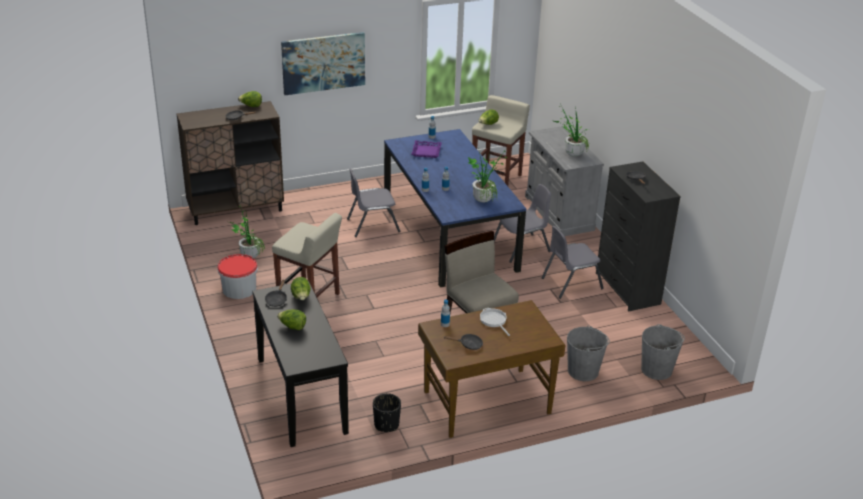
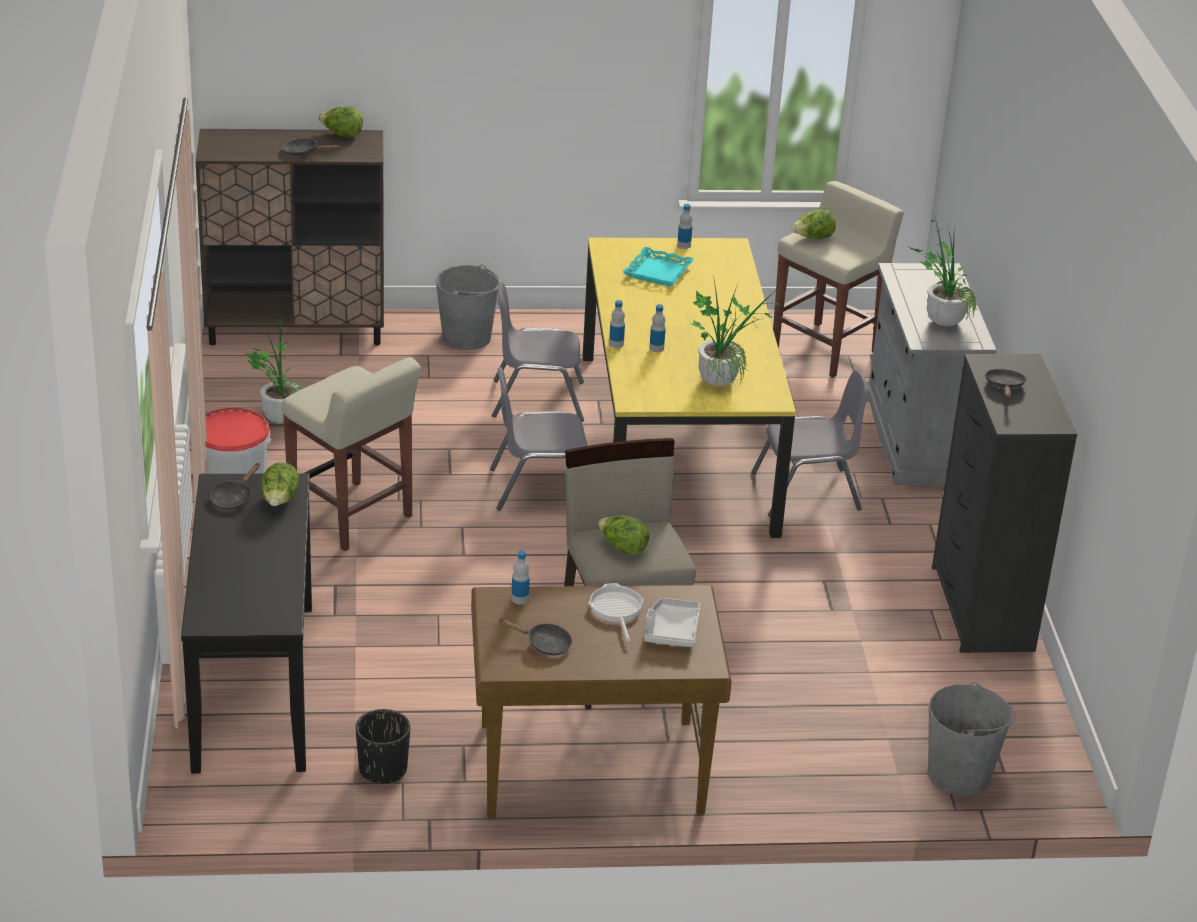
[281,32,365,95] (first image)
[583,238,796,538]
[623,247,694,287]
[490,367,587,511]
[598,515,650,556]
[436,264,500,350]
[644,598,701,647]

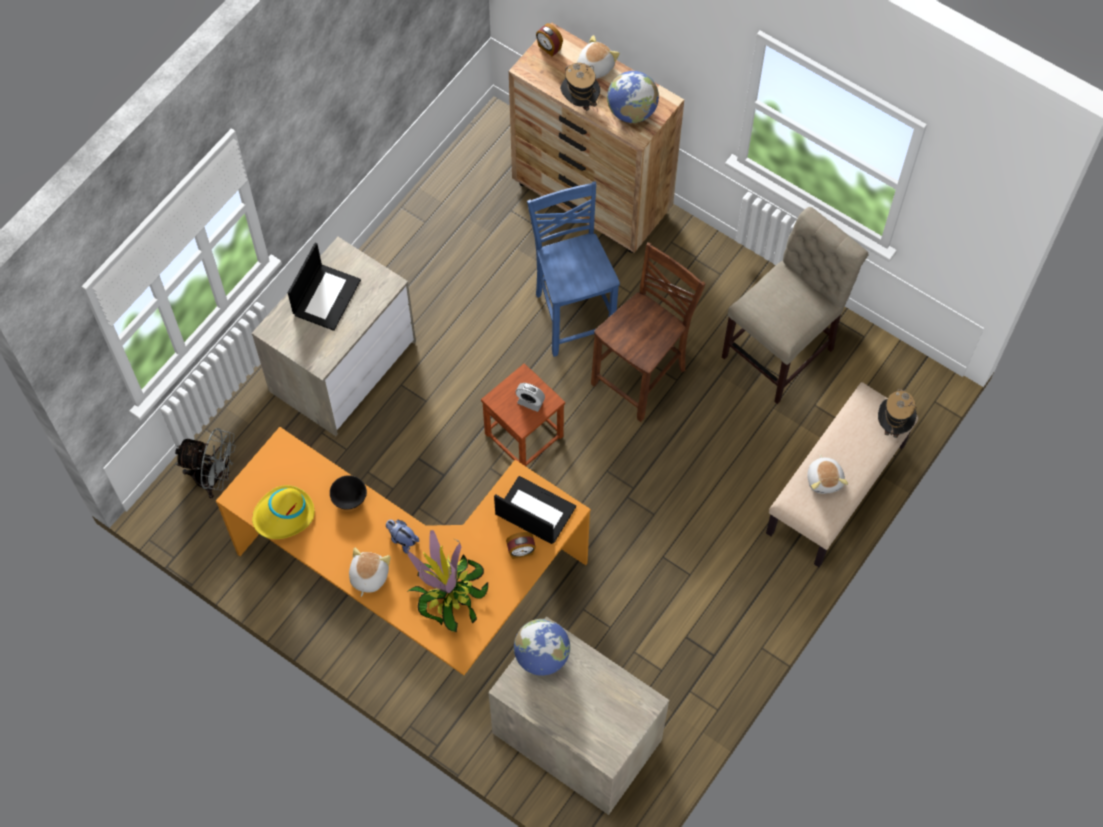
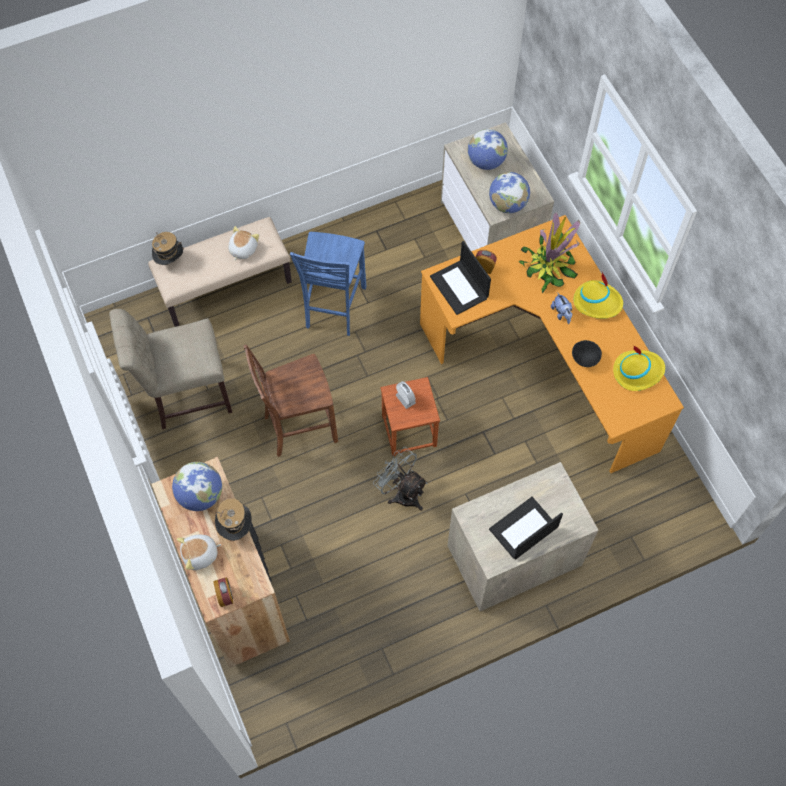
[290,232,366,336]
[373,447,428,511]
[574,272,623,319]
[468,129,508,170]

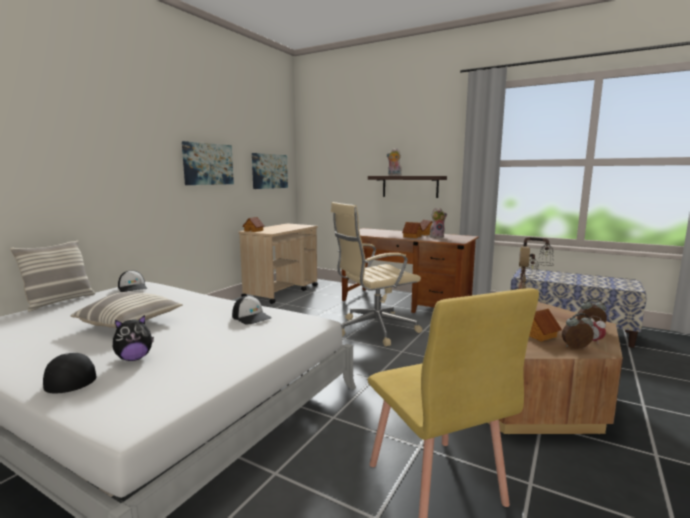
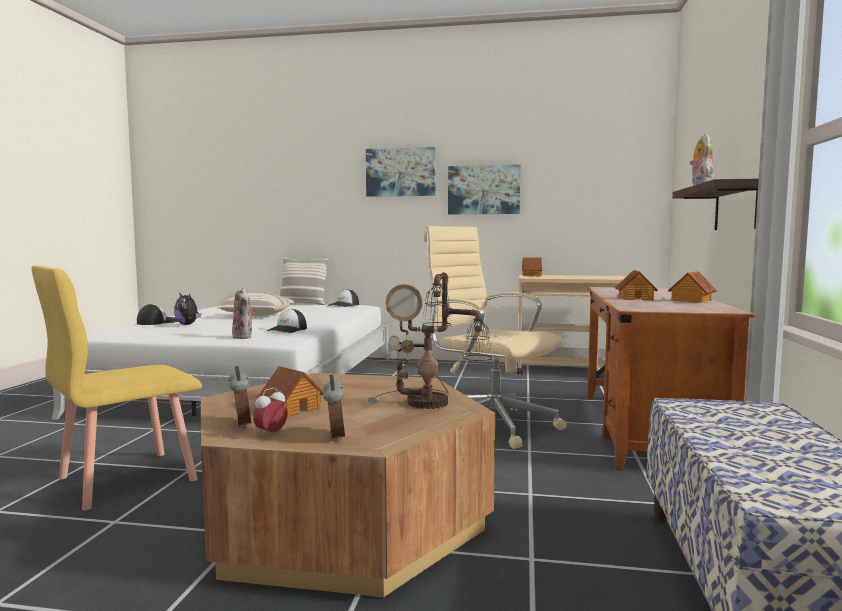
[366,147,436,197]
[232,287,255,339]

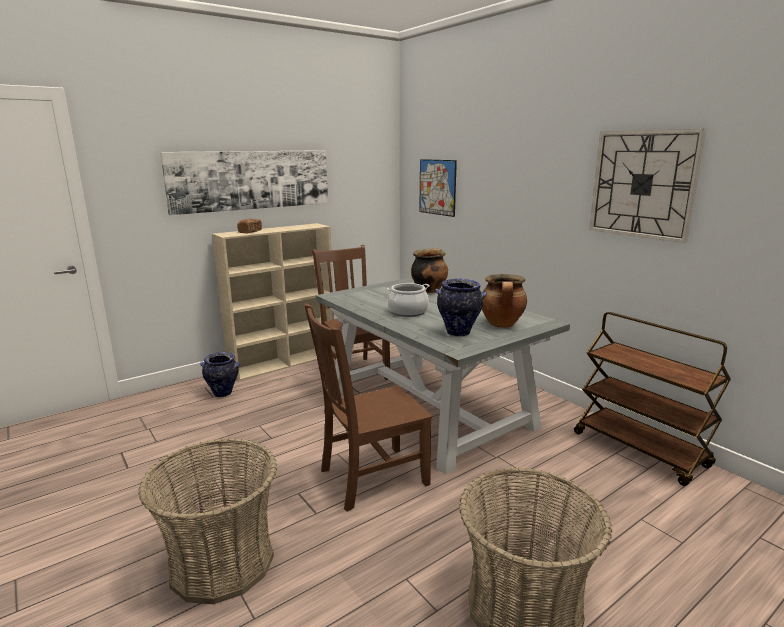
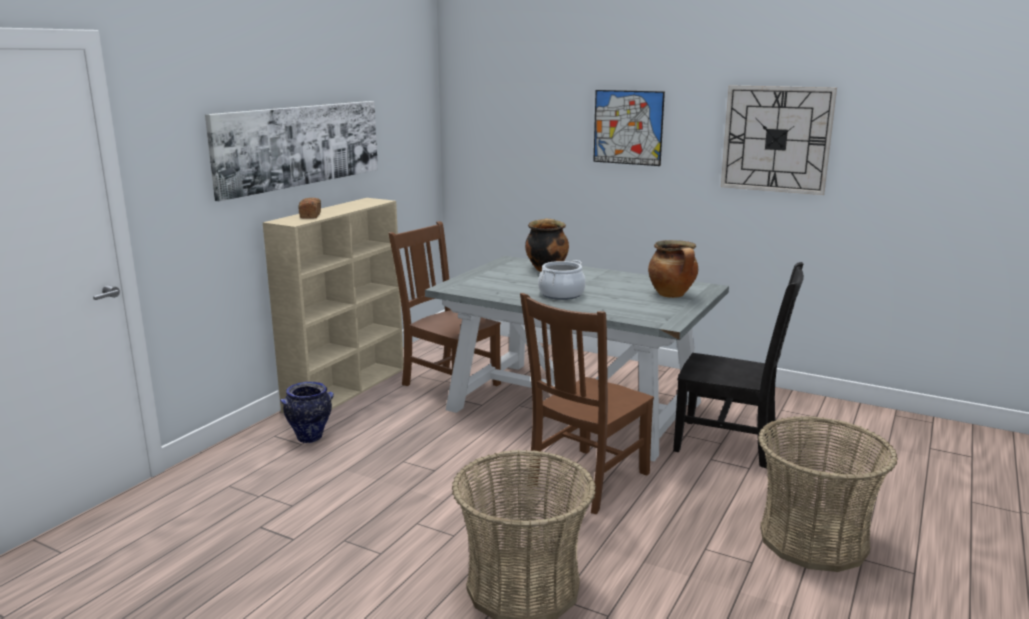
[593,90,665,166]
[435,279,487,337] (first image)
[574,312,731,486] (first image)
[673,262,804,469]

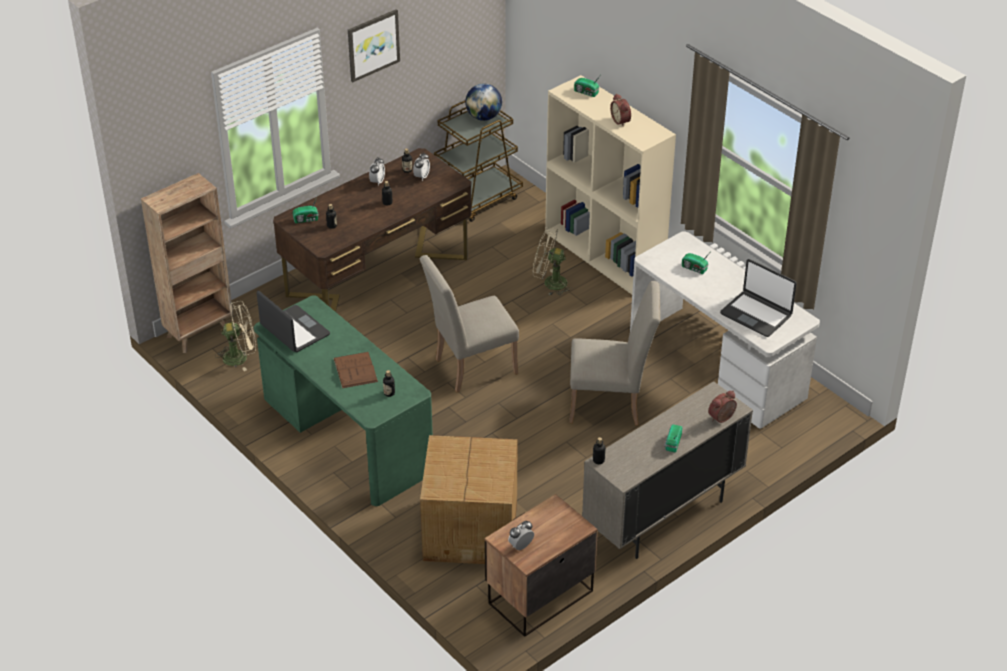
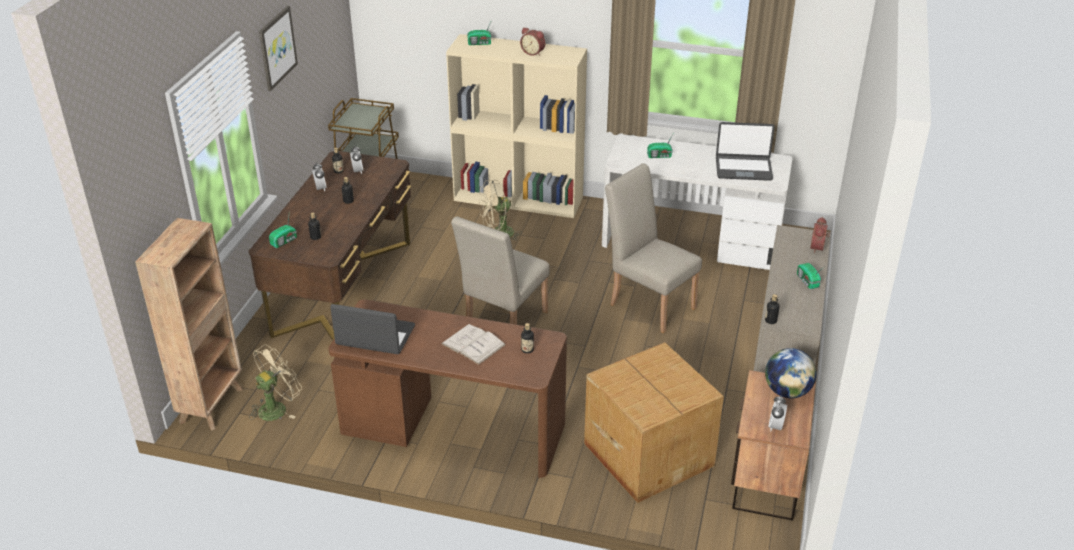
[765,348,817,398]
[605,163,702,333]
[328,299,567,478]
[441,324,506,365]

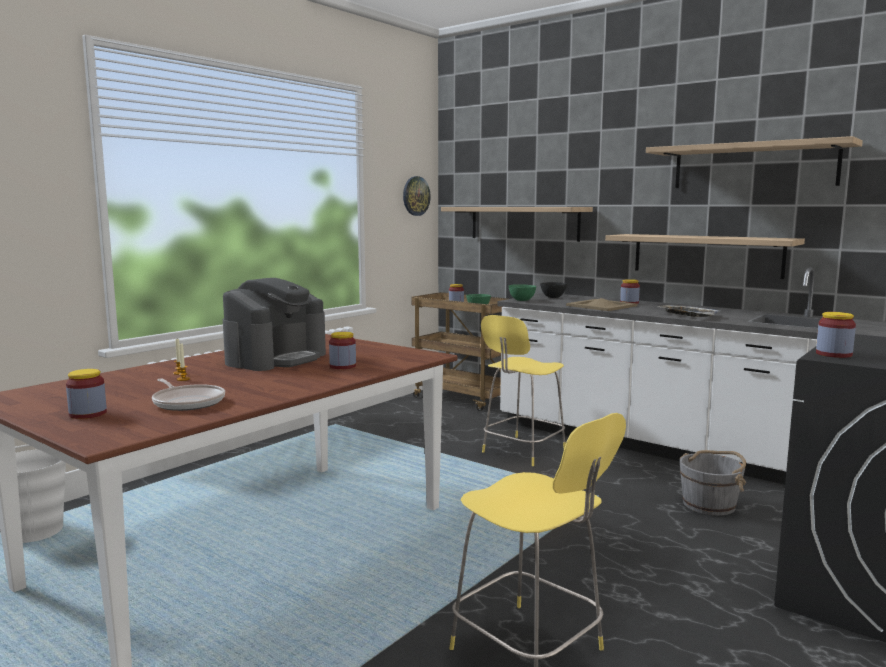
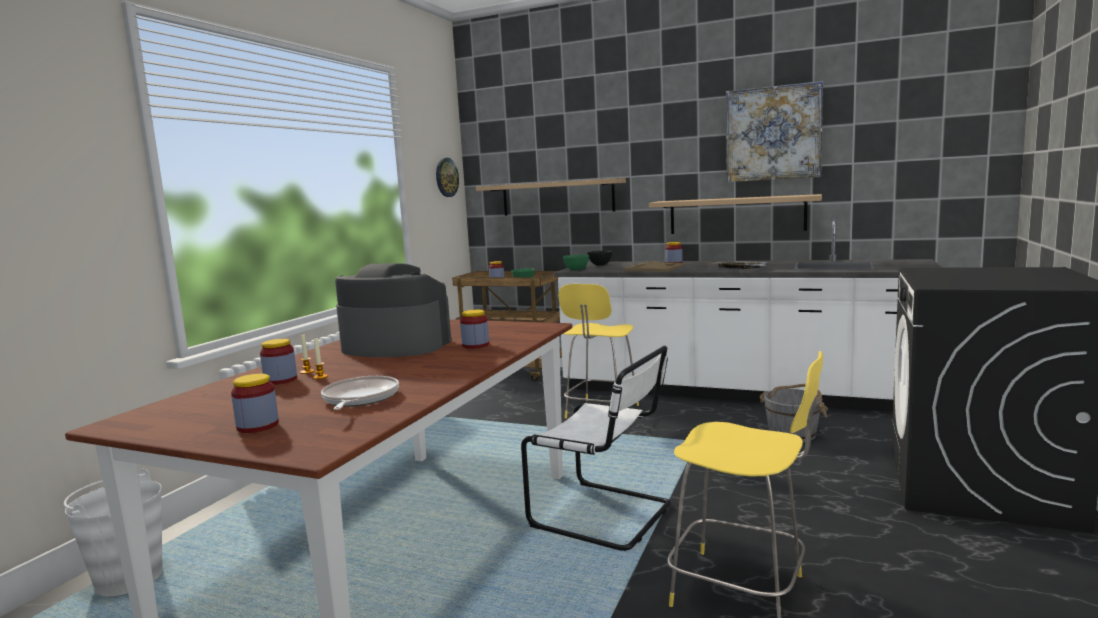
[726,81,823,182]
[335,263,451,357]
[260,339,297,385]
[321,376,399,410]
[521,346,671,551]

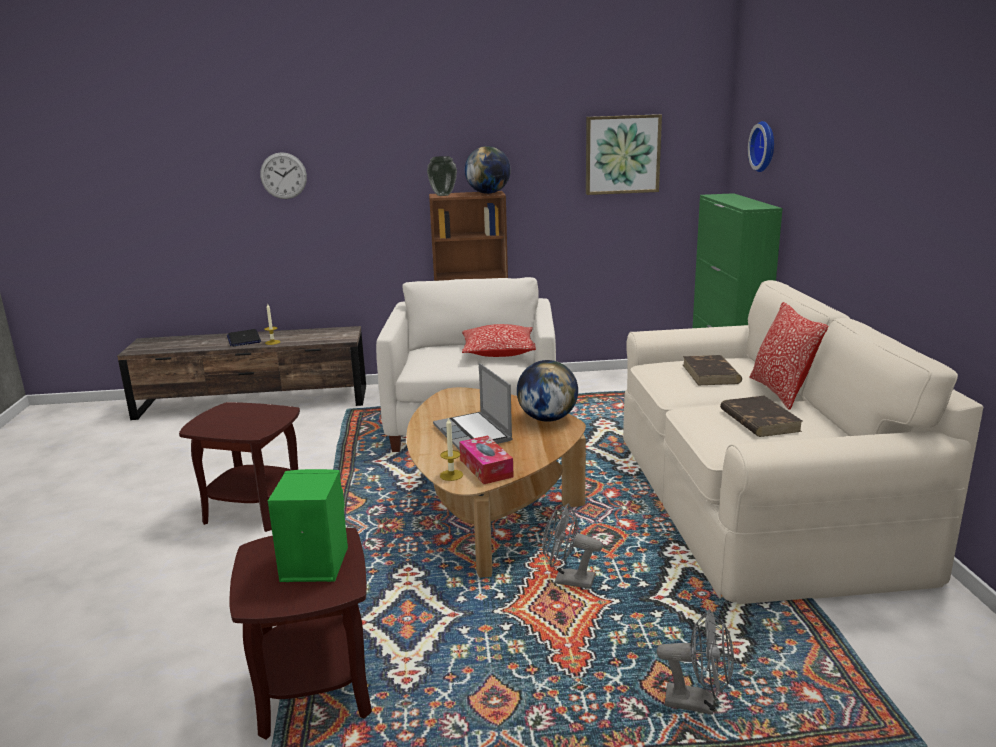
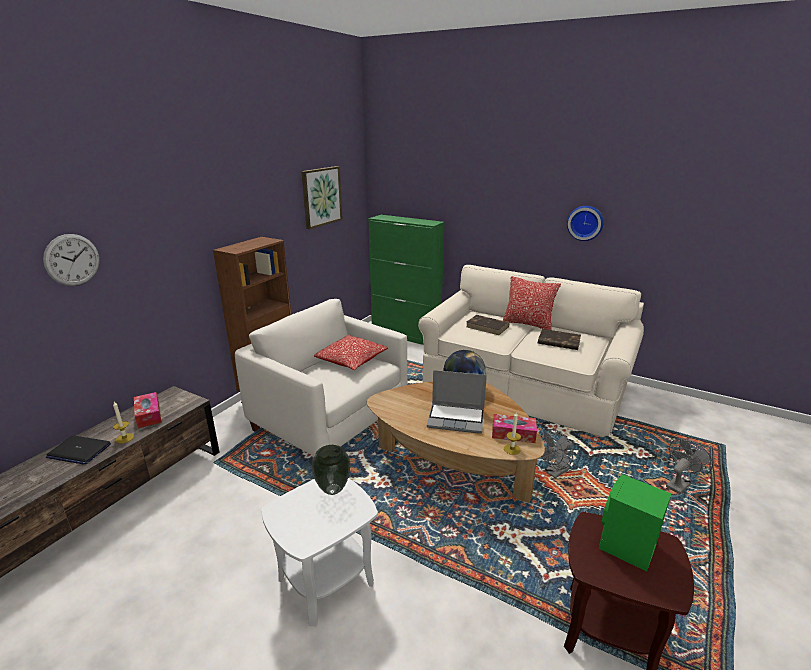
[567,206,603,241]
[465,146,511,194] (first image)
[312,445,351,495]
[261,478,378,627]
[134,392,162,428]

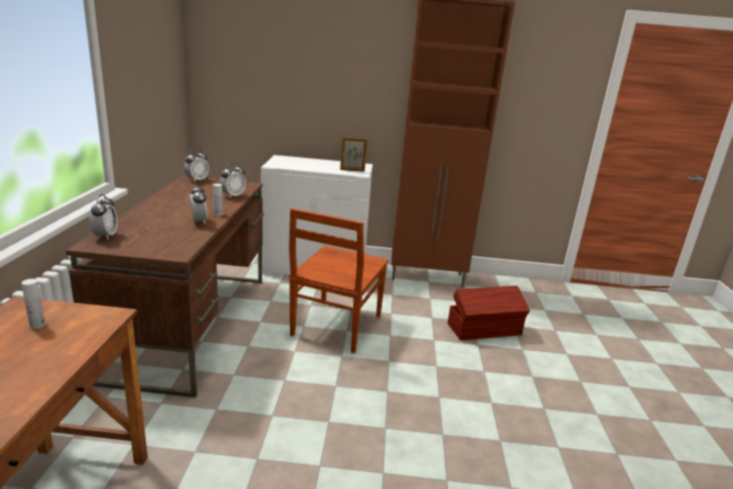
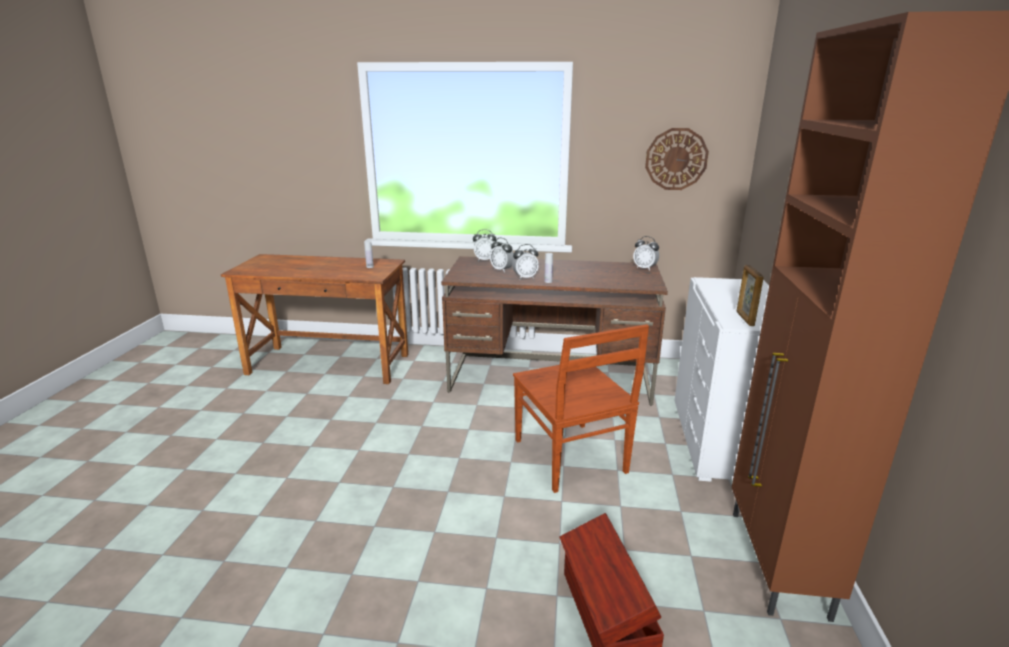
[490,238,514,272]
[513,324,649,493]
[645,128,709,190]

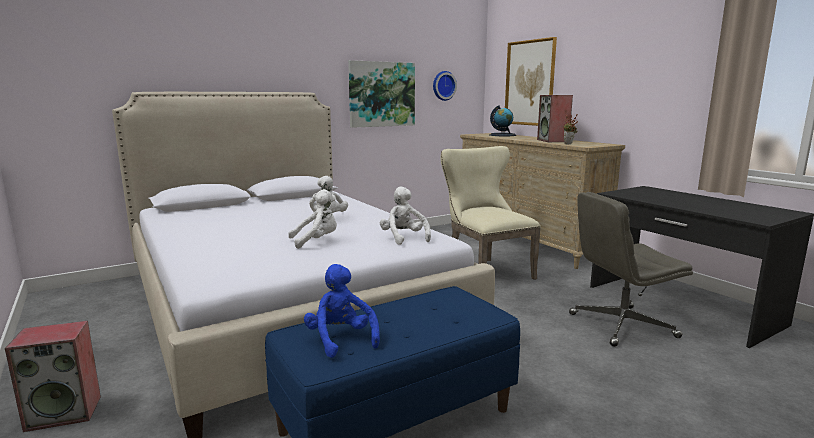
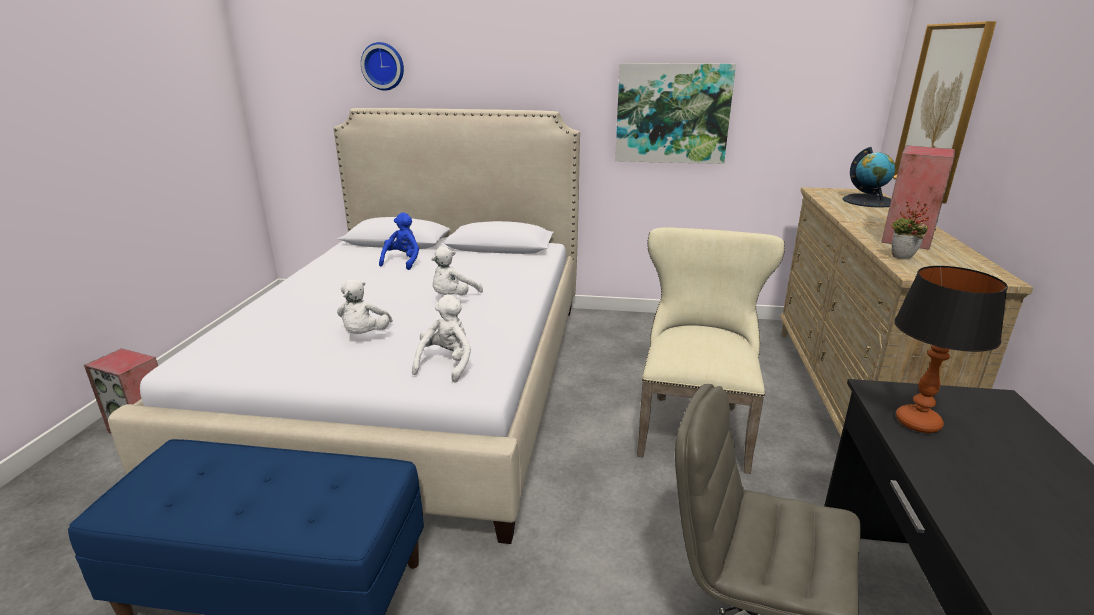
[361,42,404,90]
[337,279,393,334]
[379,213,419,270]
[894,266,1008,433]

